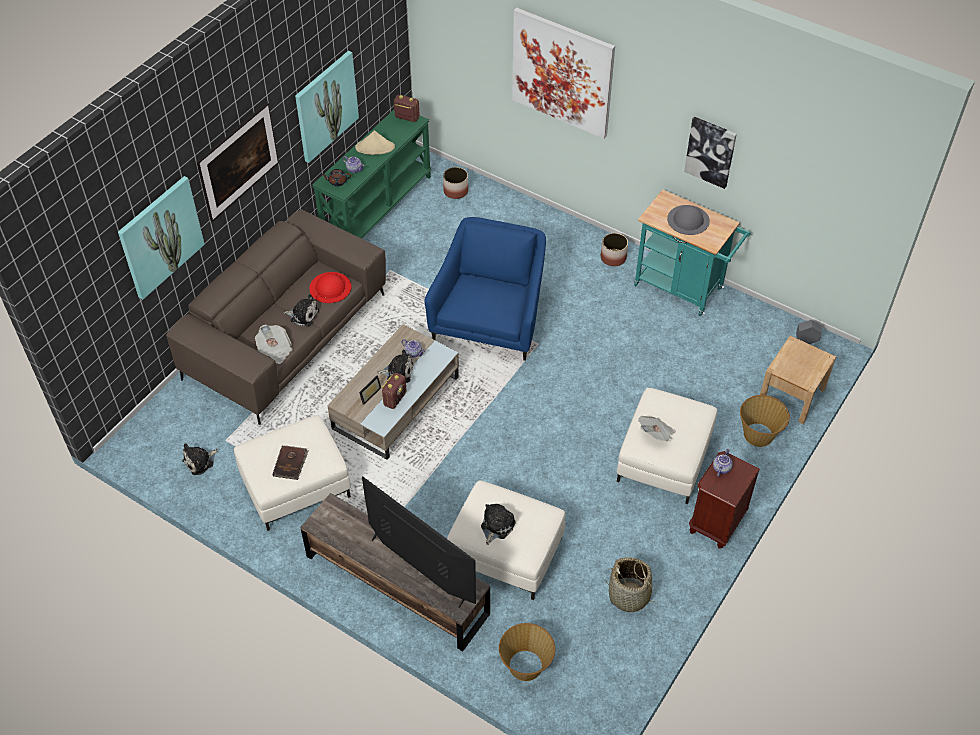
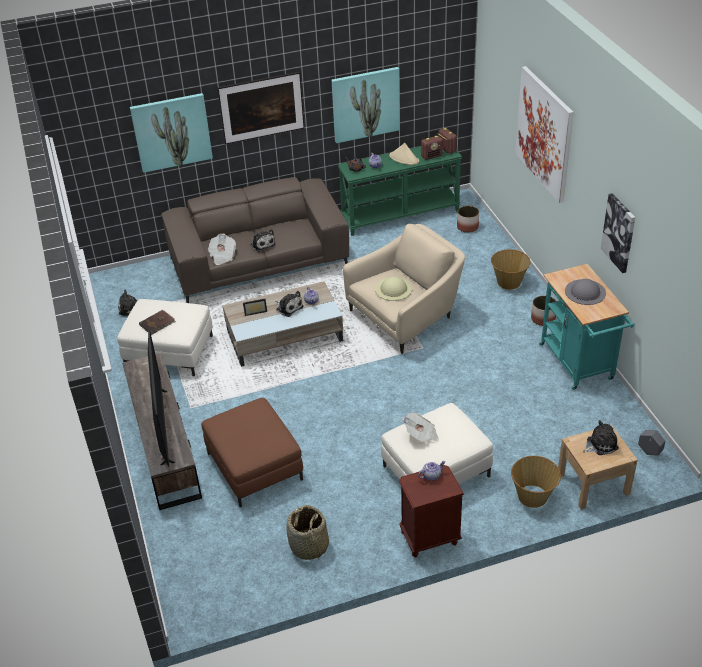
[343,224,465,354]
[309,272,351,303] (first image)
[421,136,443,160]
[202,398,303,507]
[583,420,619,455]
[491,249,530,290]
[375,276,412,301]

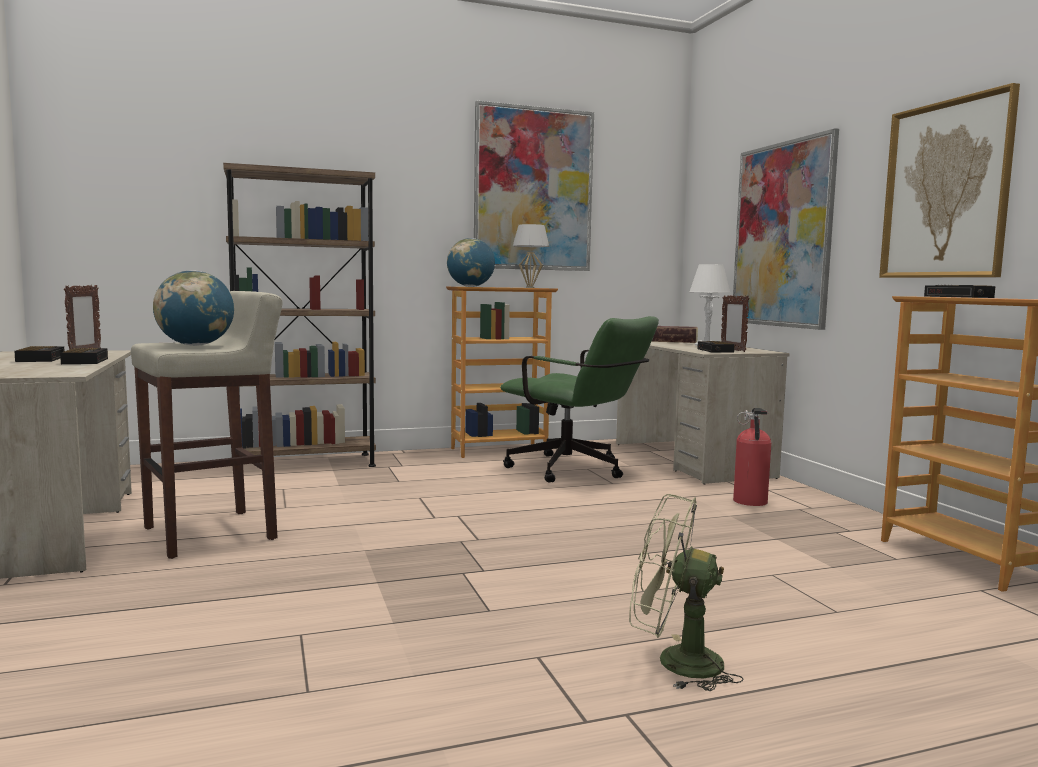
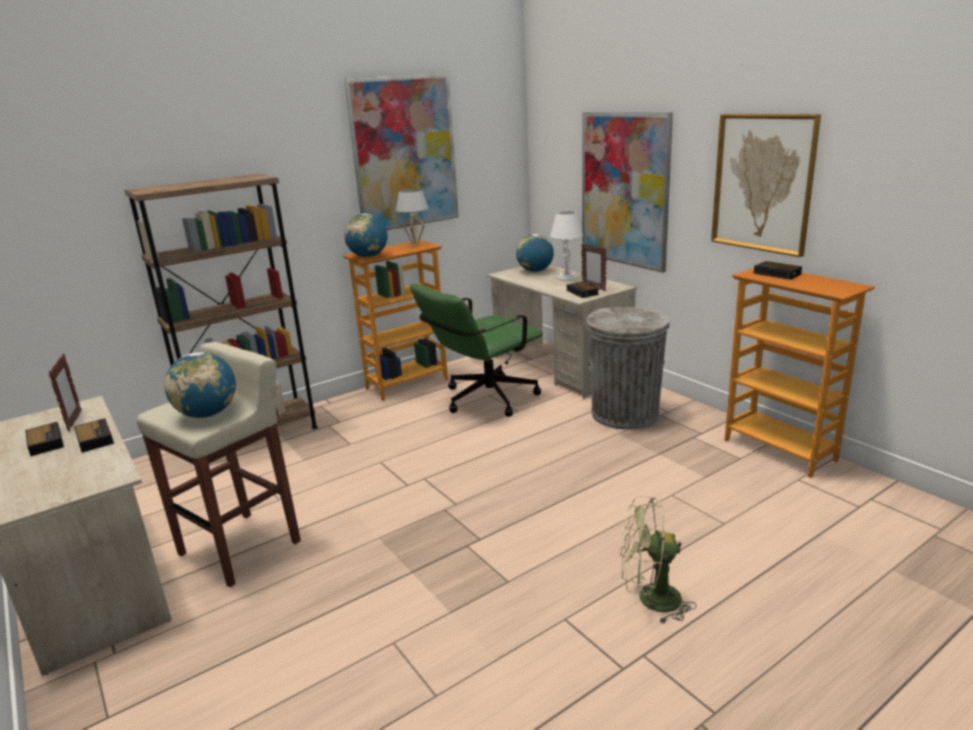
[410,284,543,417]
[516,234,554,272]
[586,307,670,430]

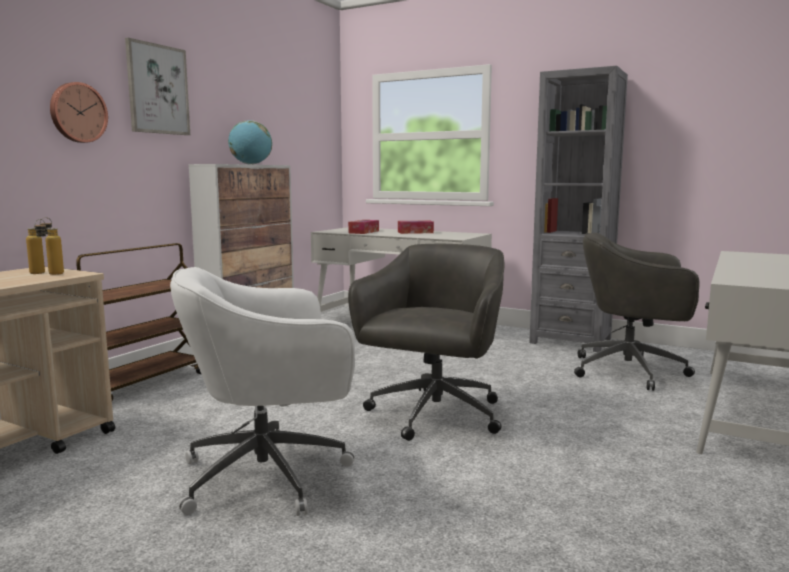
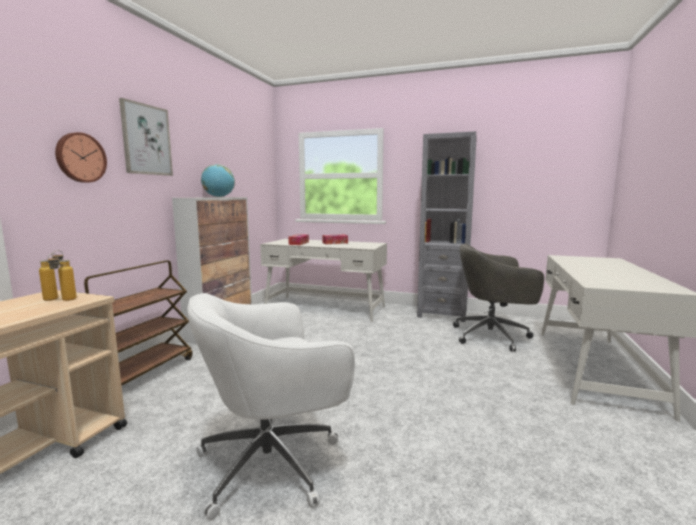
[348,244,505,441] (first image)

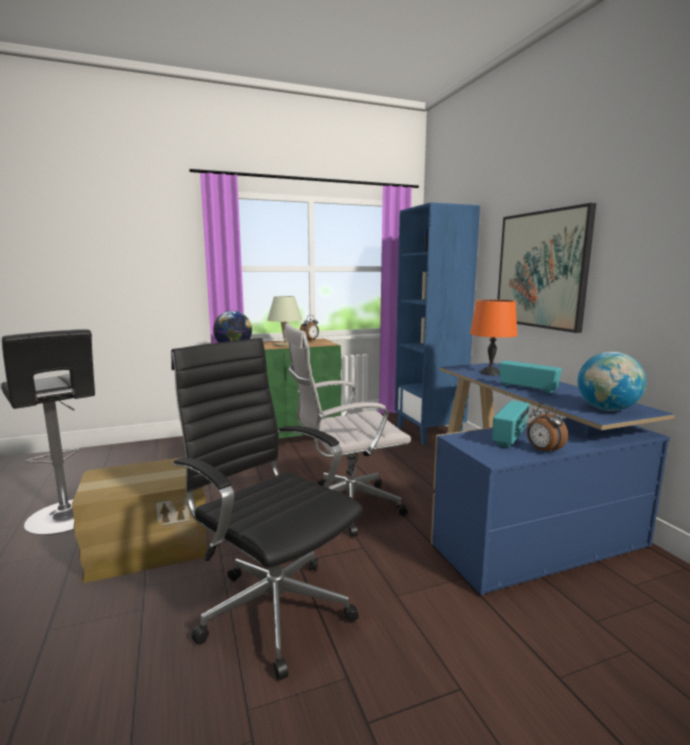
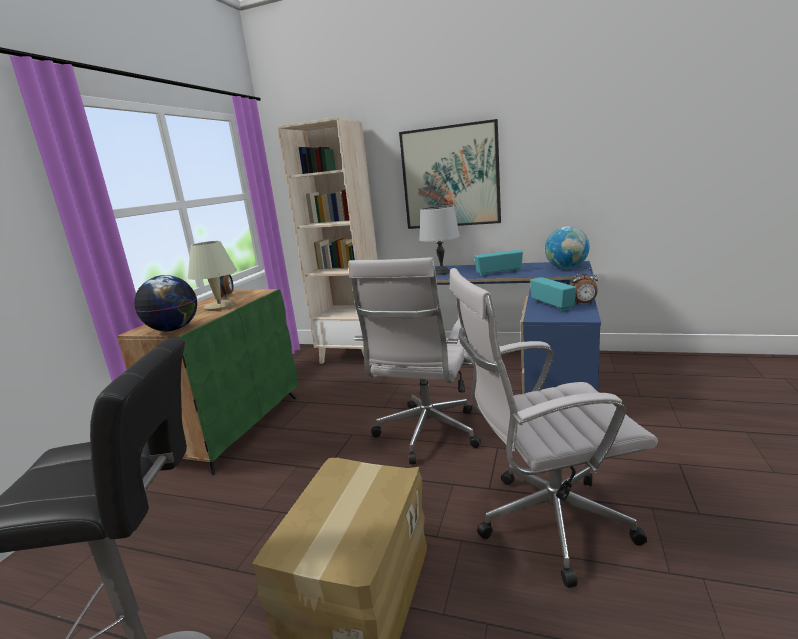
[277,117,378,364]
[419,206,460,275]
[449,268,658,588]

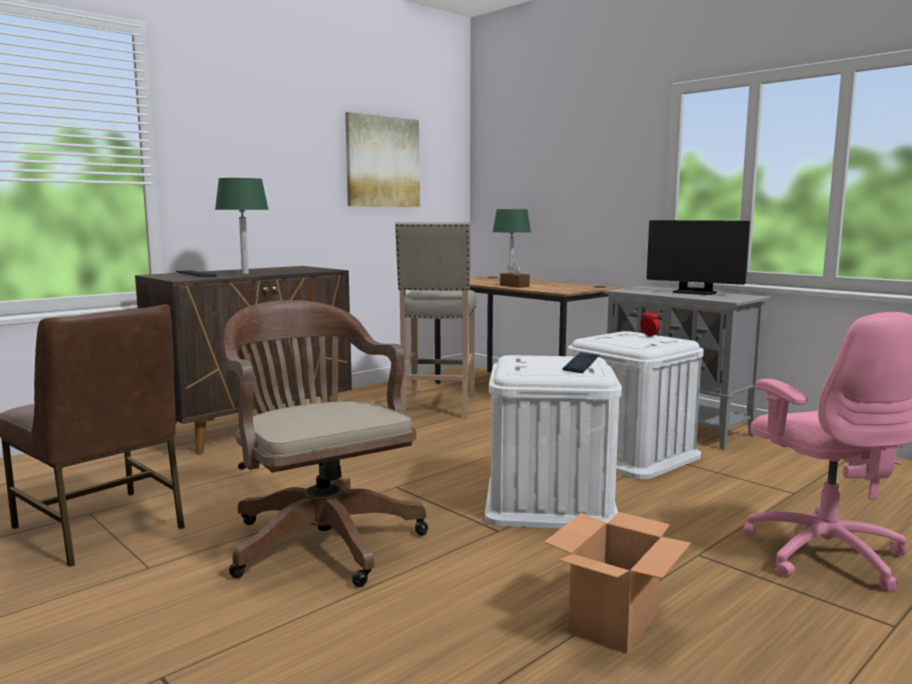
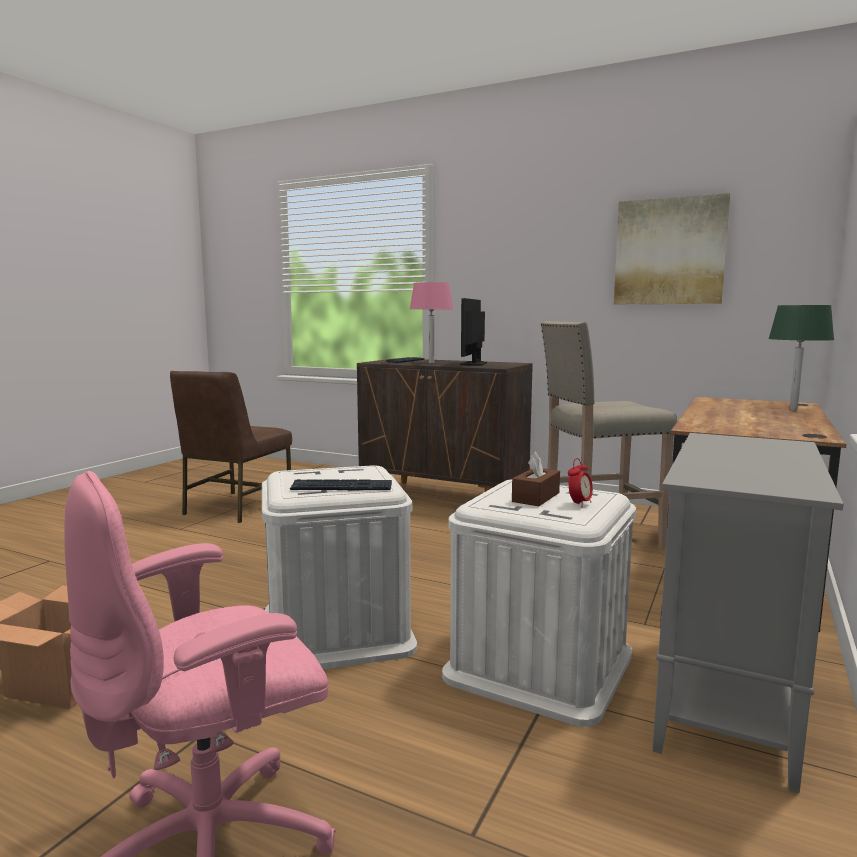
[410,282,453,364]
[460,298,487,366]
[512,451,560,506]
[224,300,428,587] (first image)

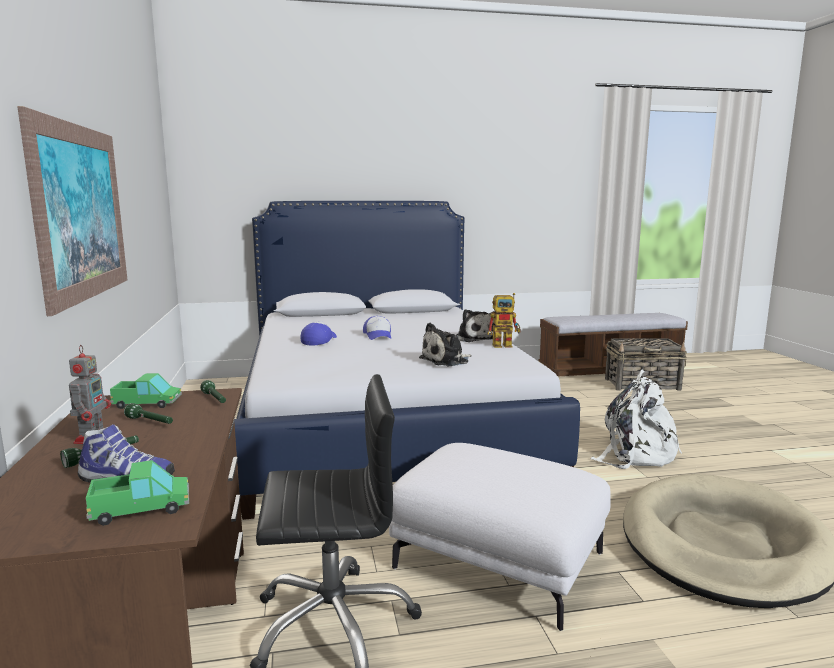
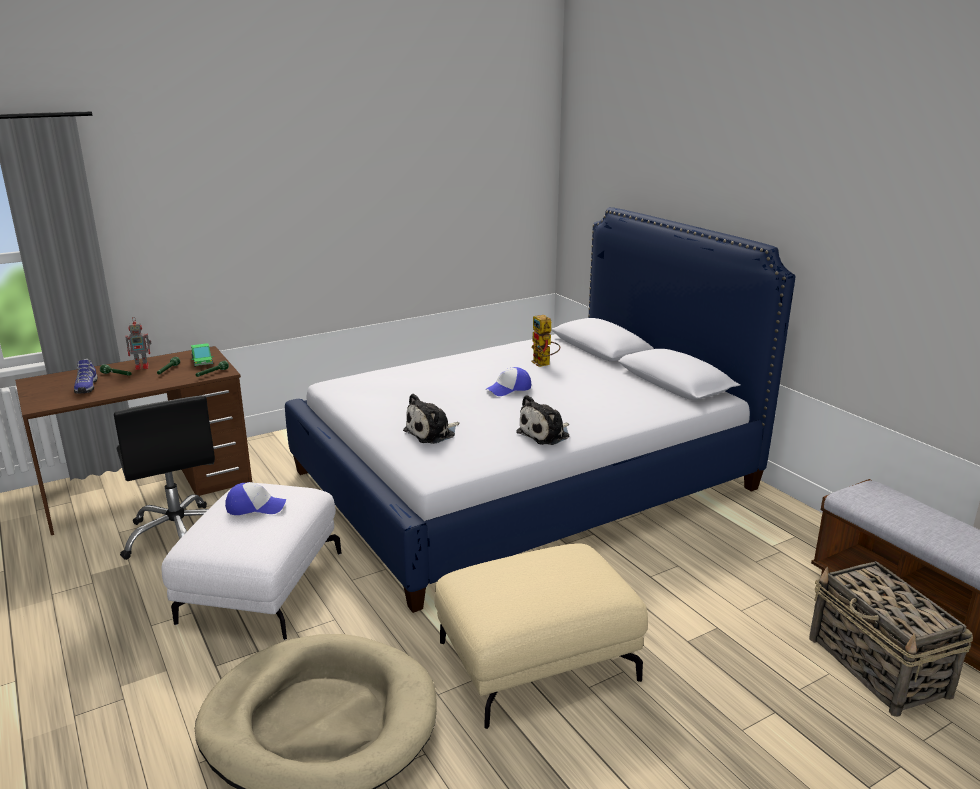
[17,106,127,316] (first image)
[531,315,560,367]
[225,482,286,515]
[403,393,460,444]
[434,543,648,729]
[86,460,189,526] (first image)

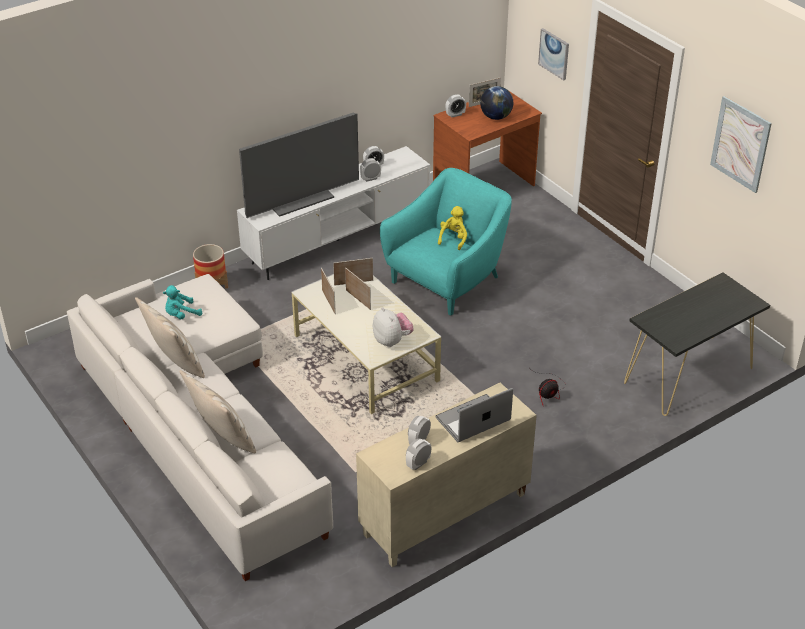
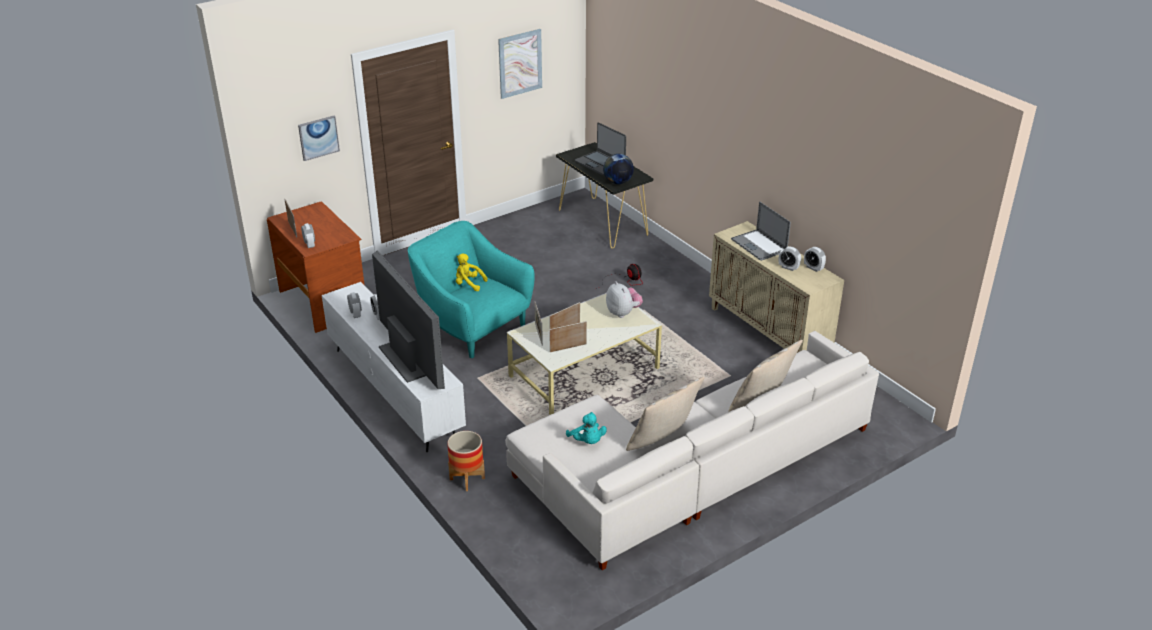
[603,154,634,184]
[606,281,643,318]
[575,122,626,176]

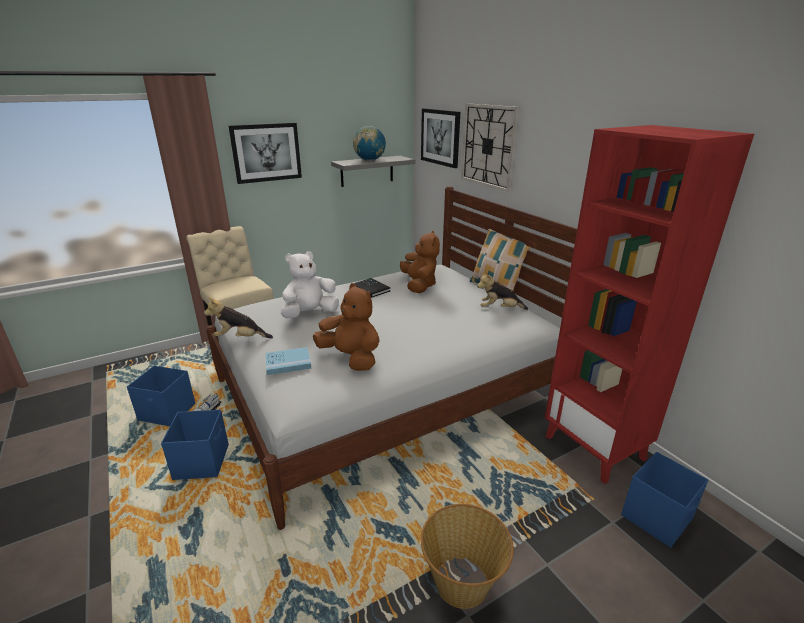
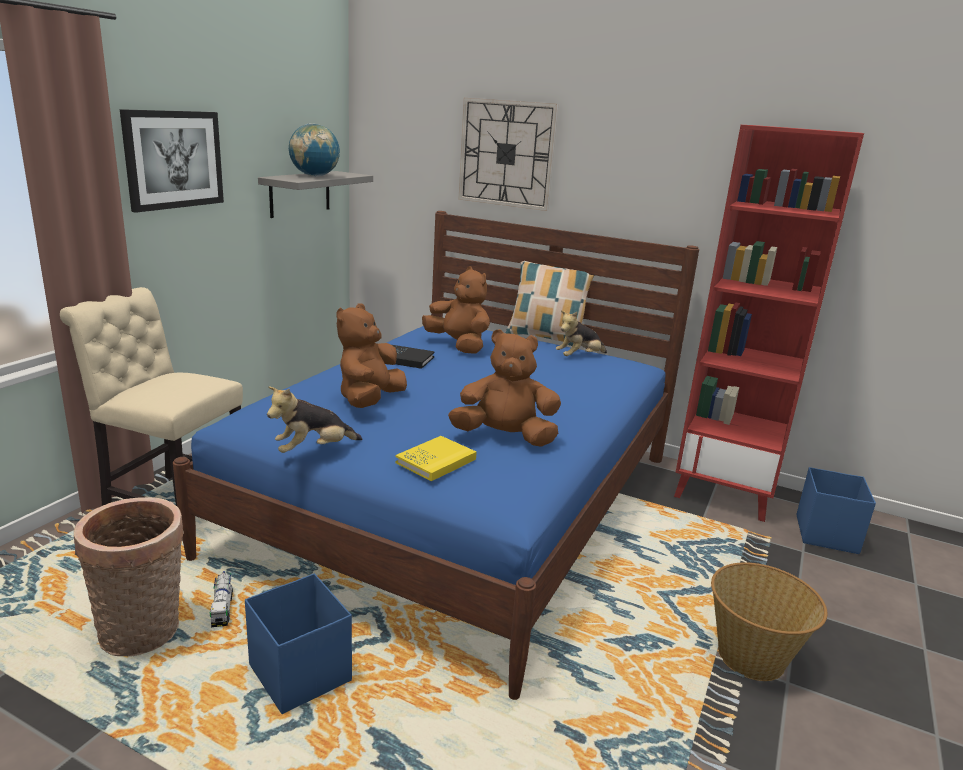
[421,108,460,168] (first image)
[173,211,699,700]
[336,303,407,408]
[395,436,477,481]
[74,497,184,656]

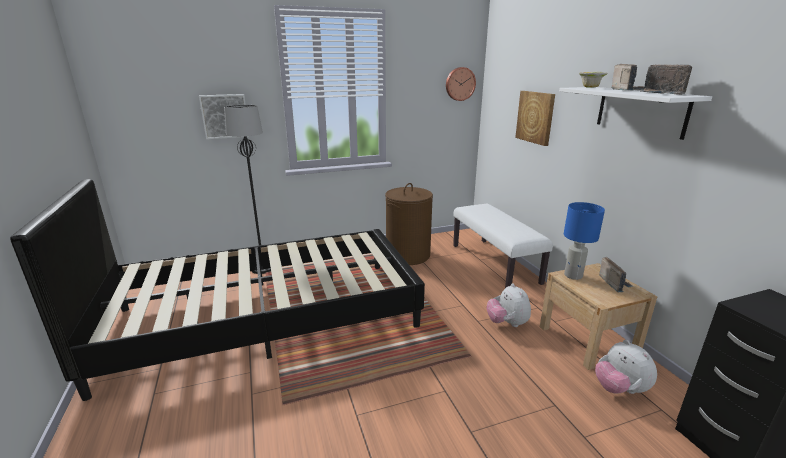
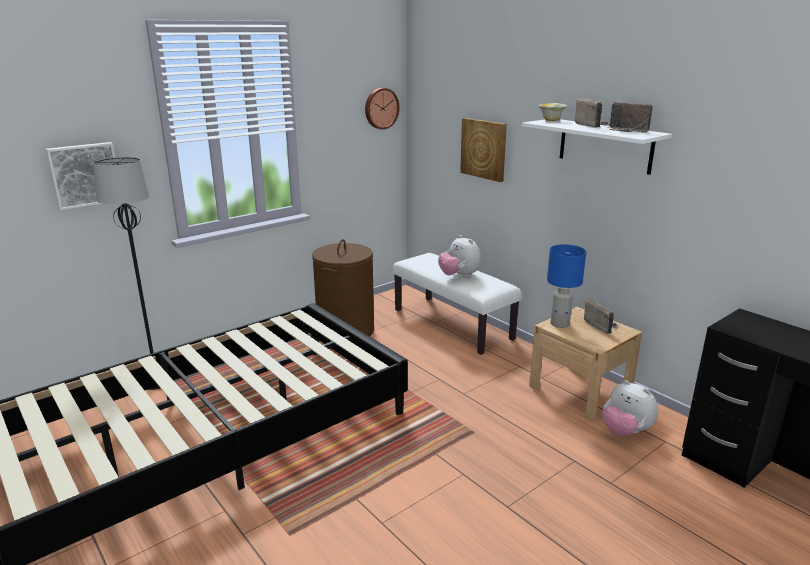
[438,235,481,278]

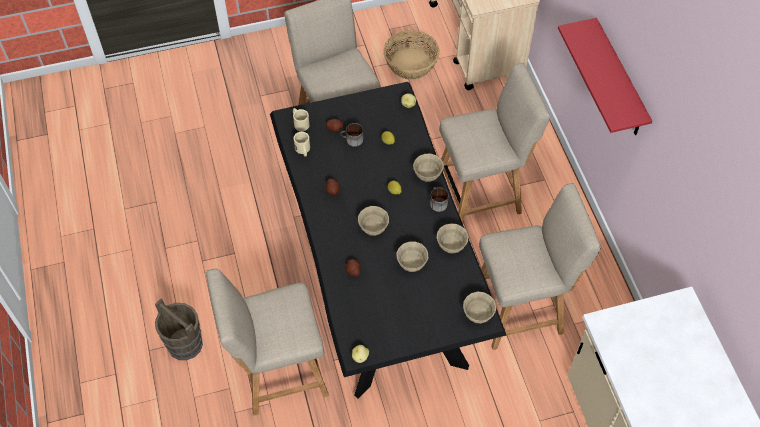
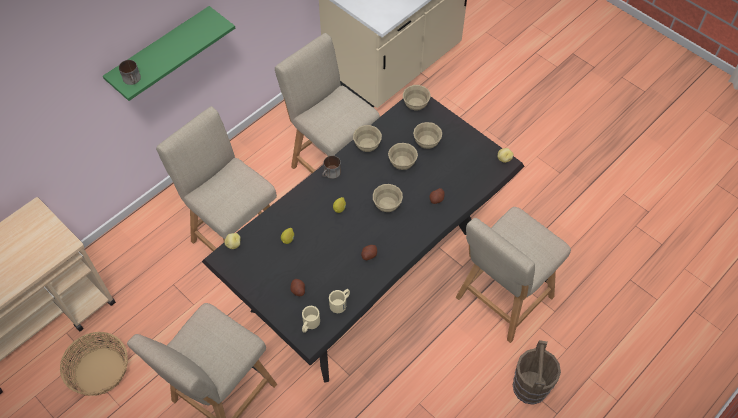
[103,6,235,101]
[119,60,141,85]
[413,122,442,149]
[456,207,571,343]

